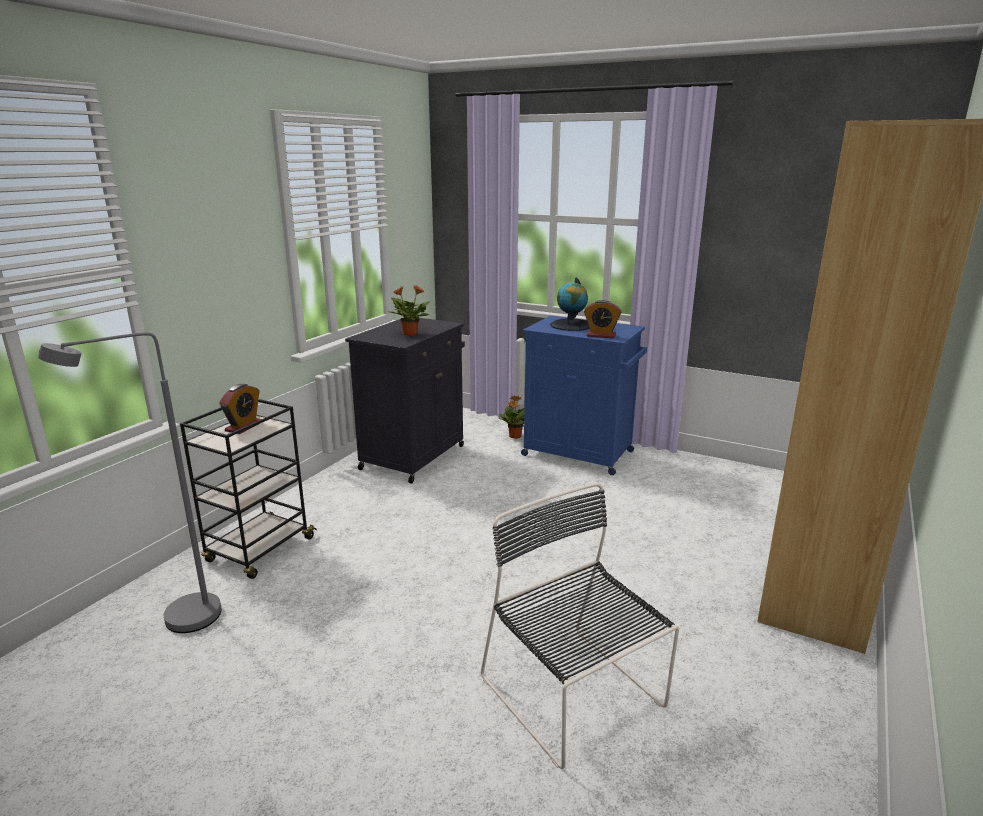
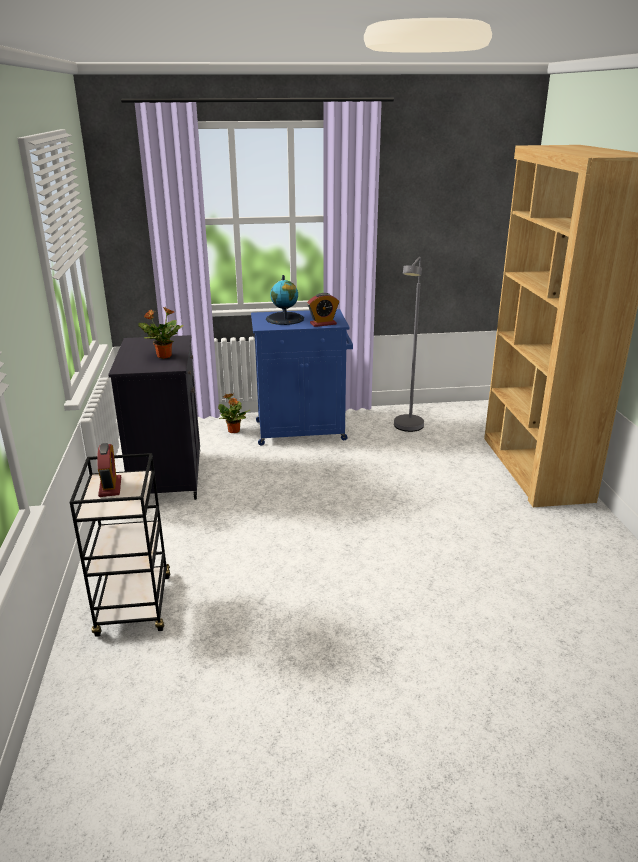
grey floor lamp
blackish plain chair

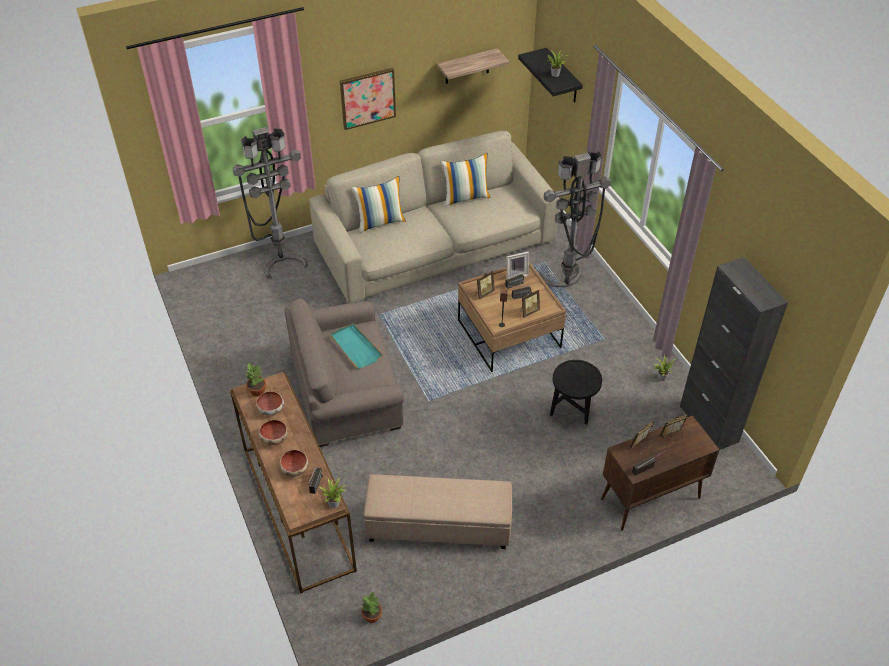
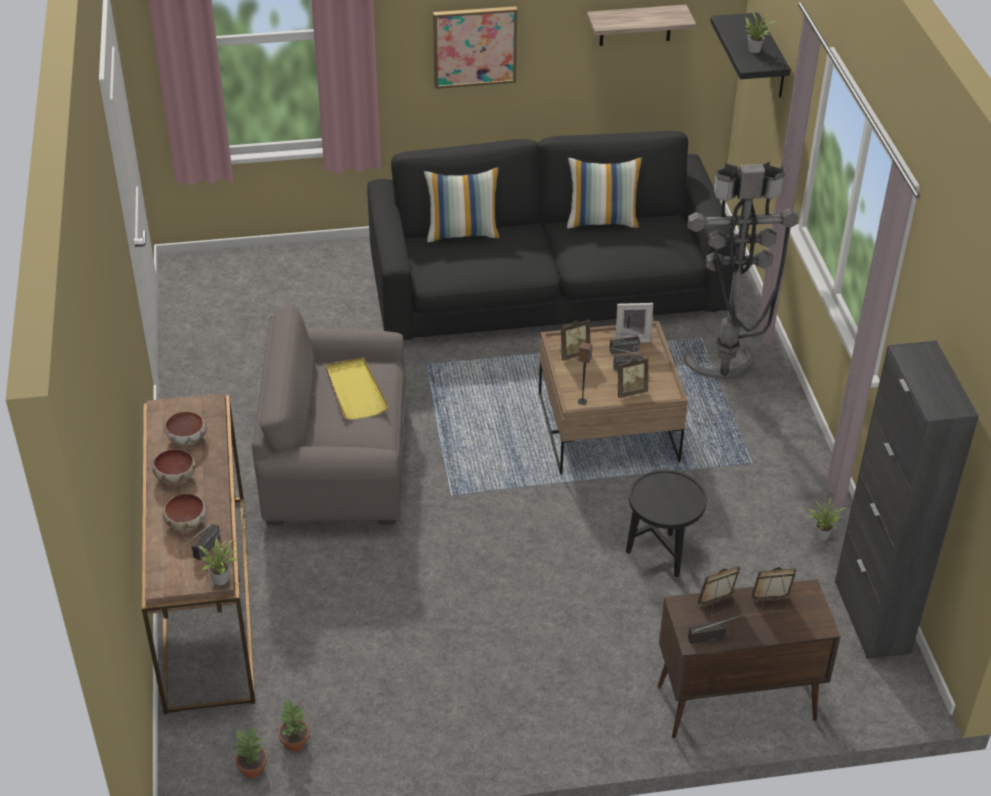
potted plant (3rd from left)
yellowish serving tray
blackish couch
grey floor lamp (1st from left in the first image)
beige pouffe

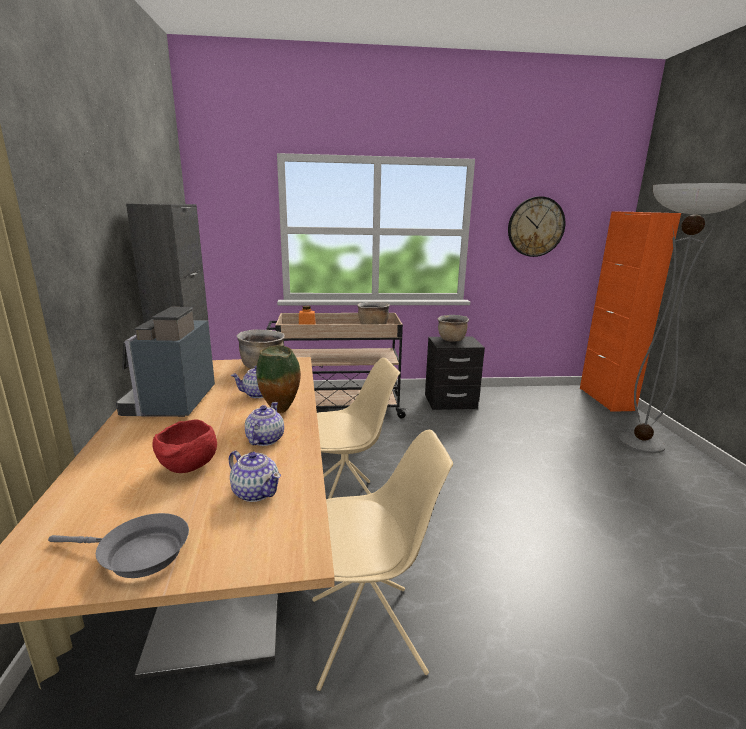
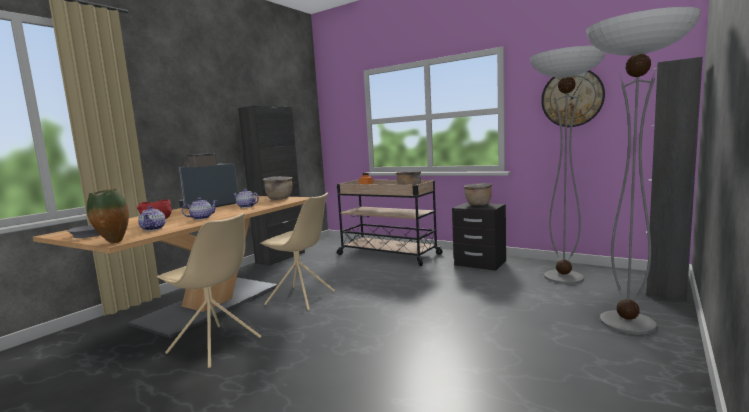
flower vase
floor lamp (1st from left)
blackish storage cabinet (2nd from left)

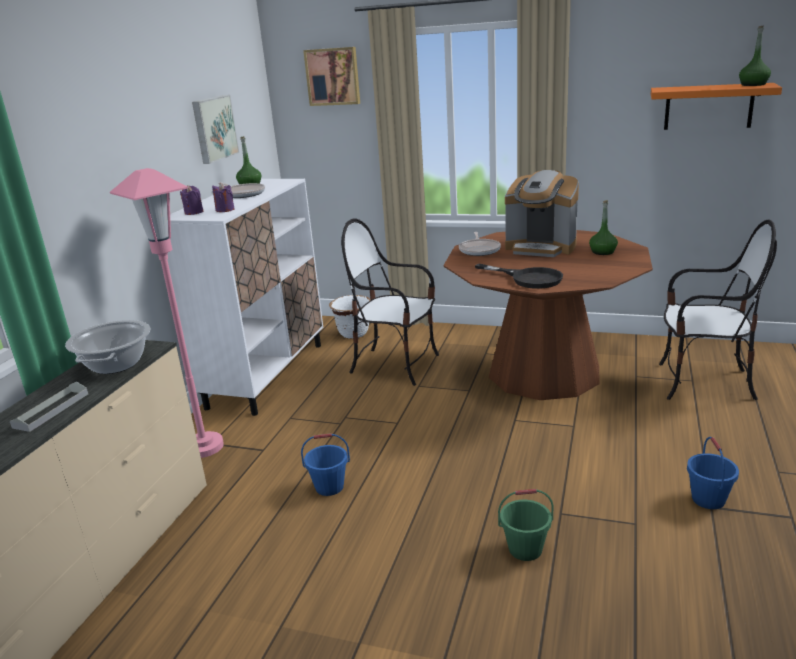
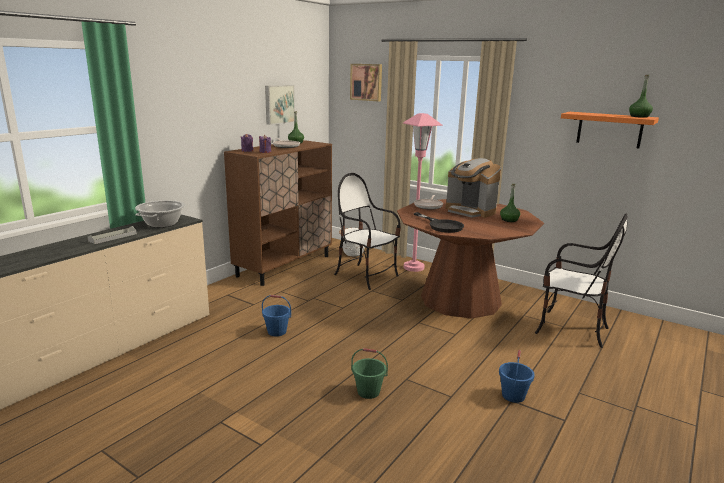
brownish storage cabinet
pinkish floor lamp

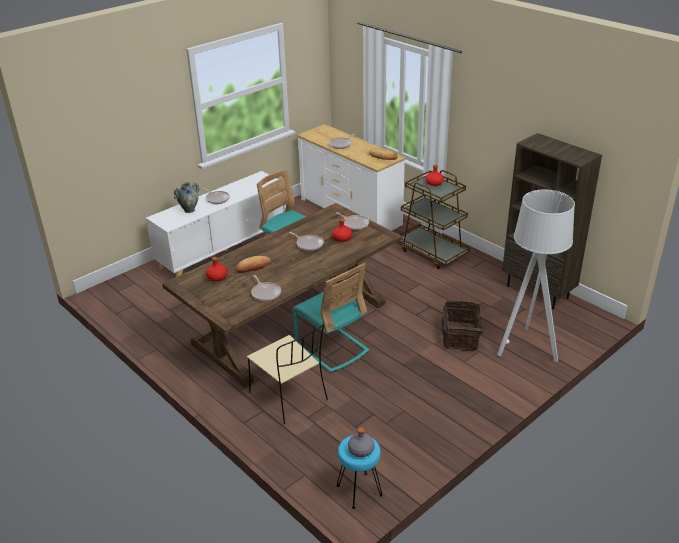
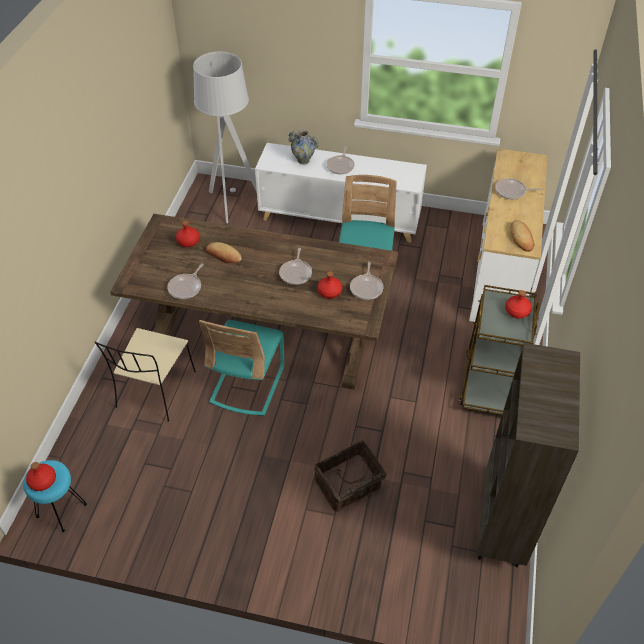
red-coloured bottle (1st from left)
grey floor lamp

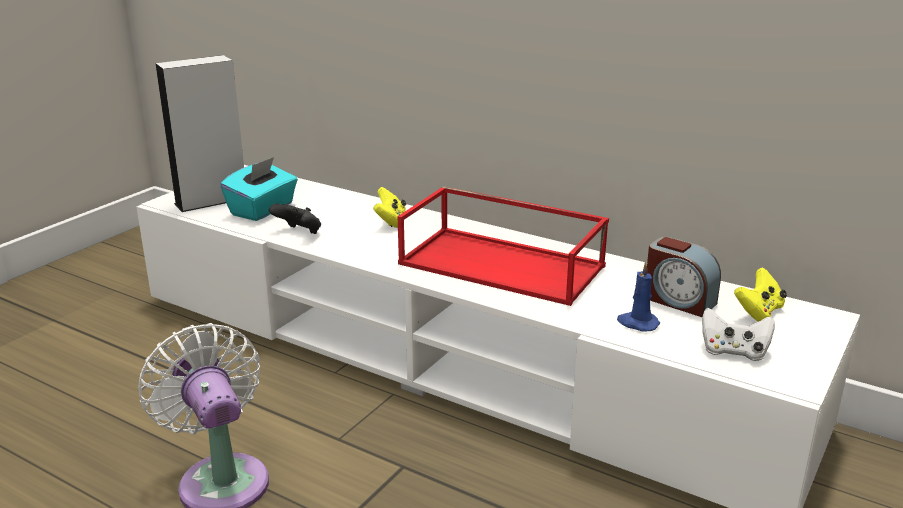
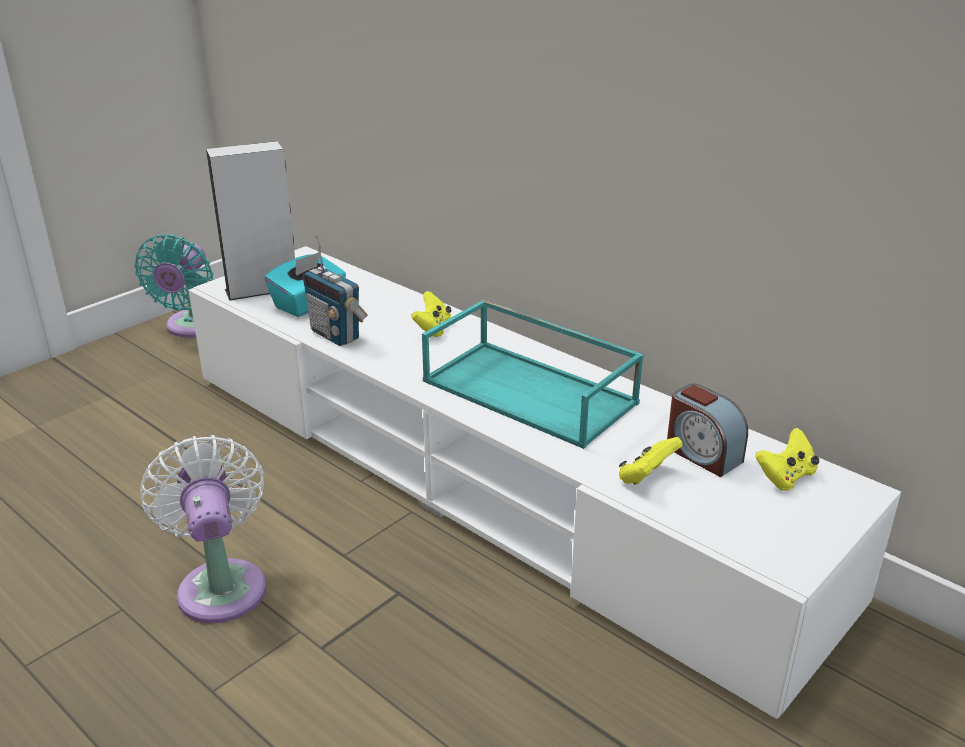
turquoise fan
radio set
turquoise serving tray
yellowish joypad (2nd from left)
white joypad

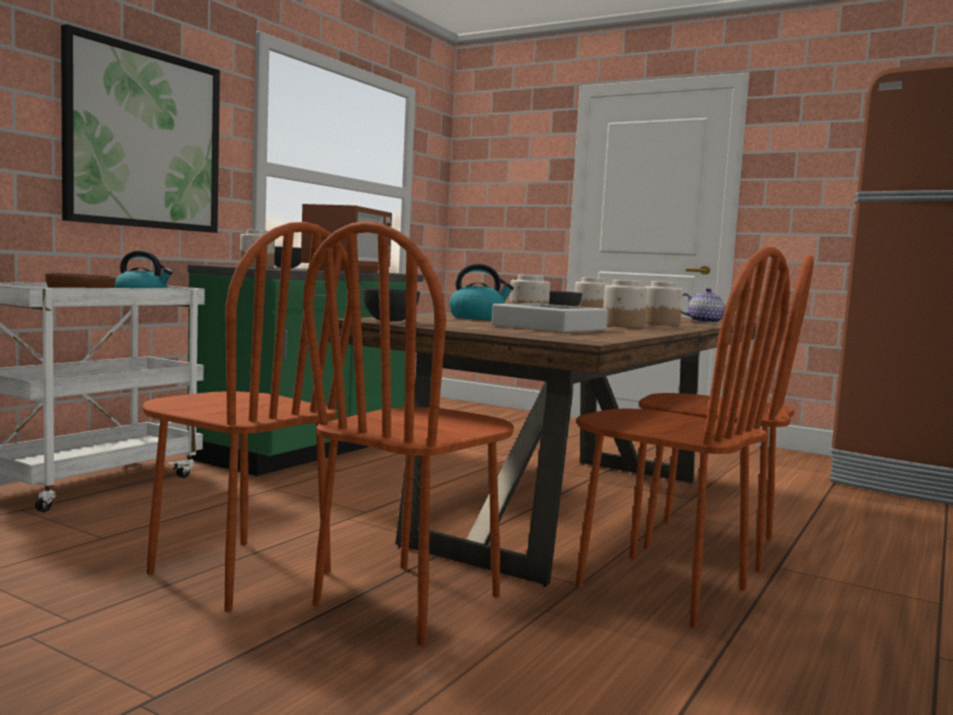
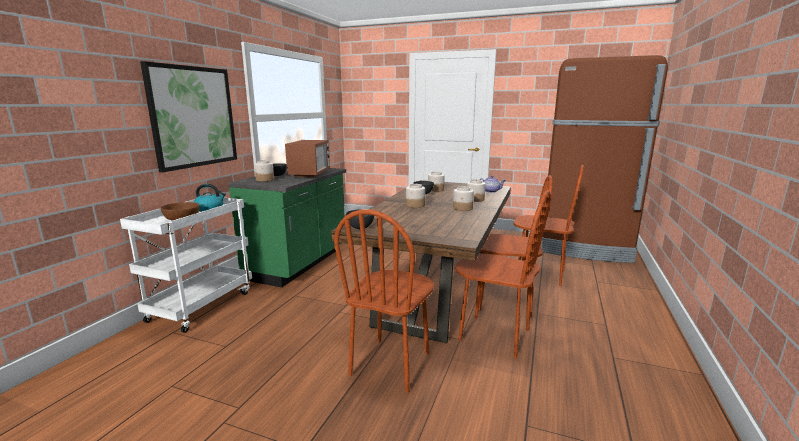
brownish plain chair (4th from left)
water kettle (2nd from left in the first image)
grey serving tray

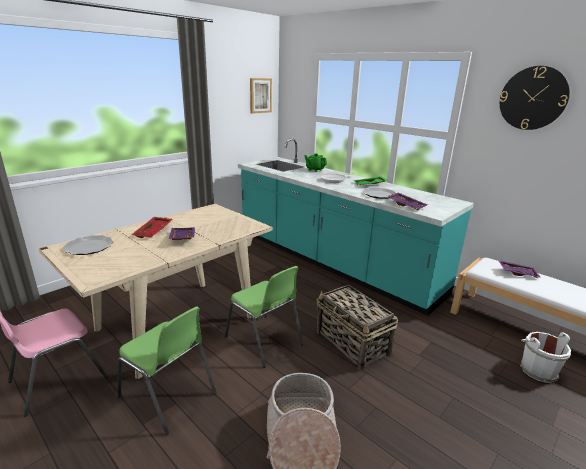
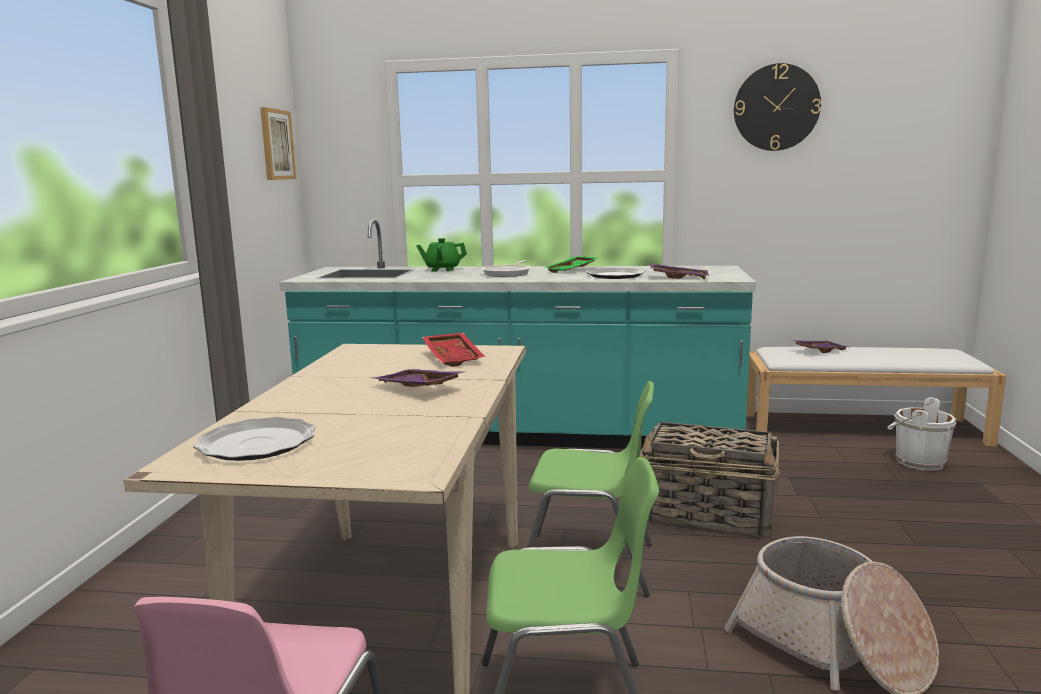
red-coloured serving tray

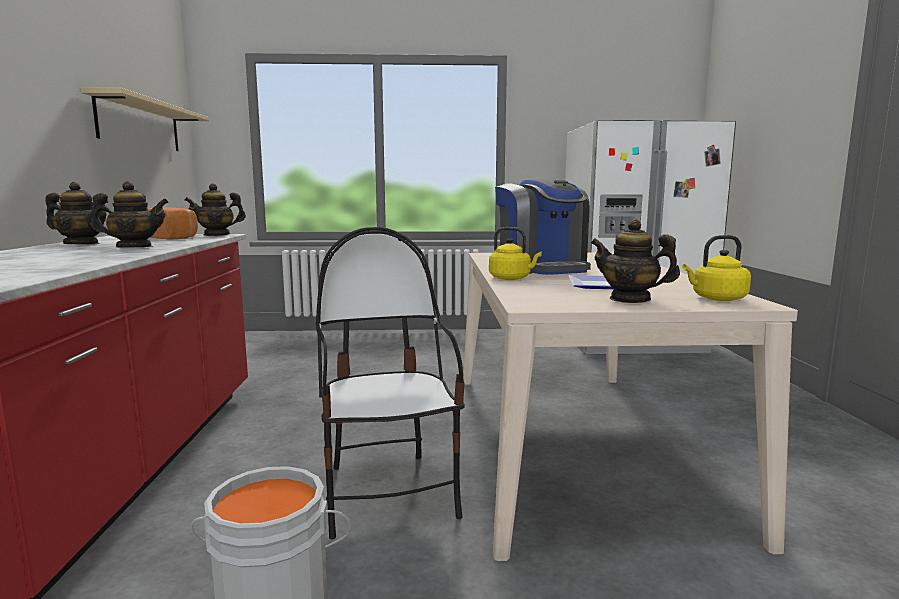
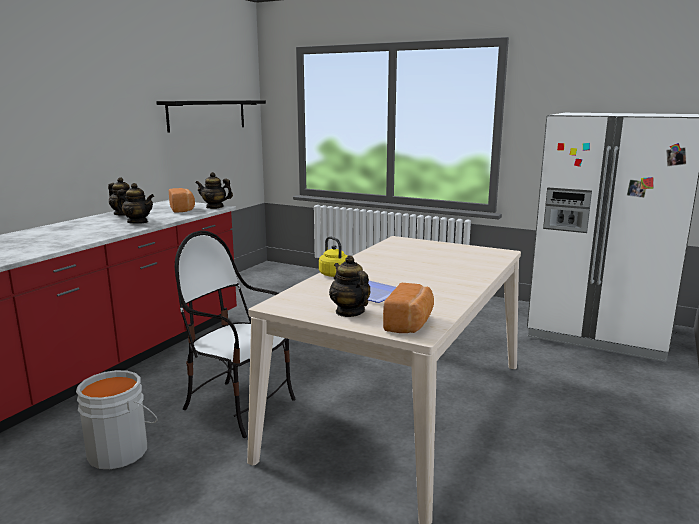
blackish bracket shelf
plain chair
bakery bread (2nd from left)
coffee brewer

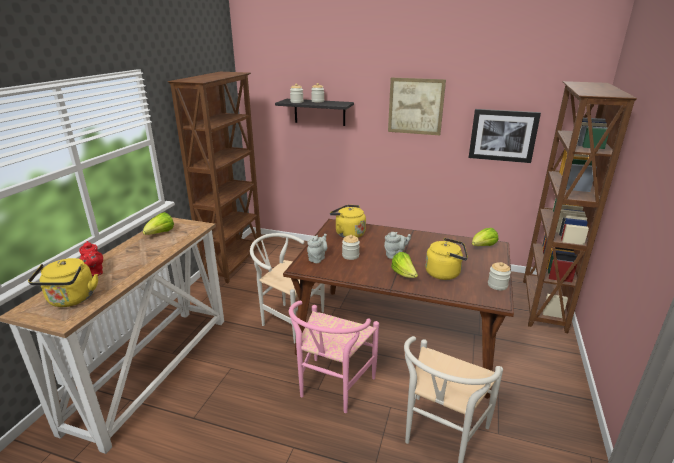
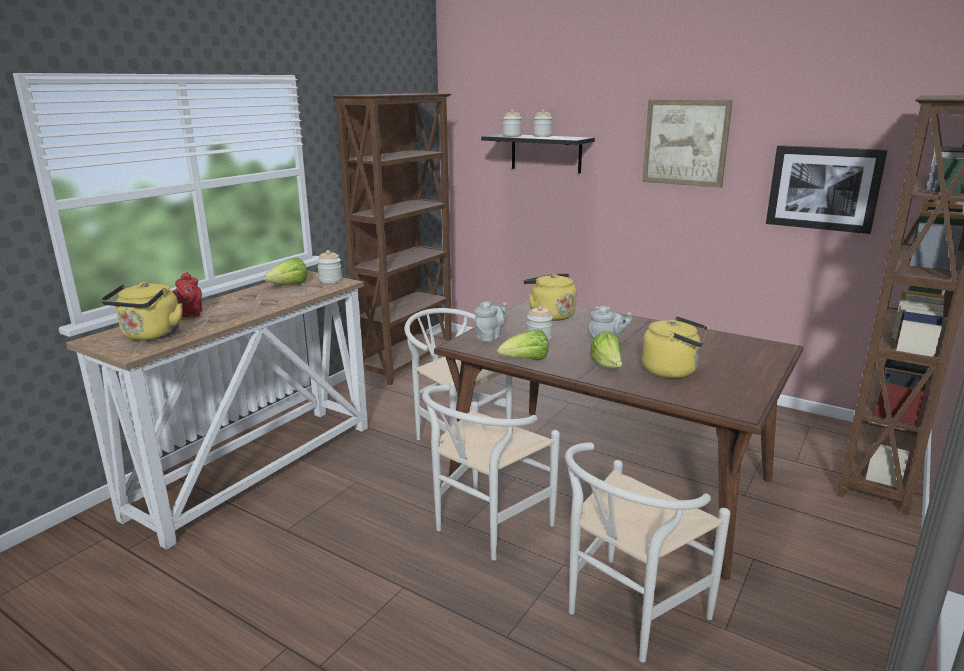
preserve jar (1st from left)
white plain chair (2nd from left)
head of lettuce (2nd from left)

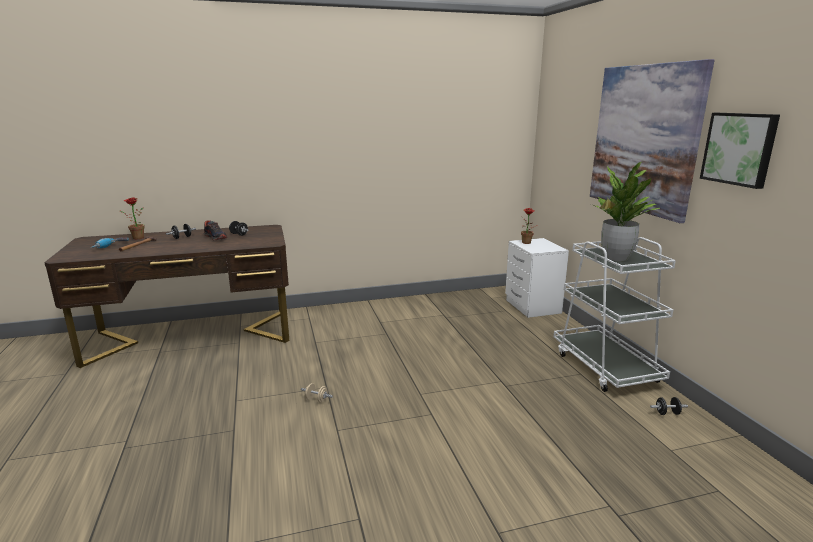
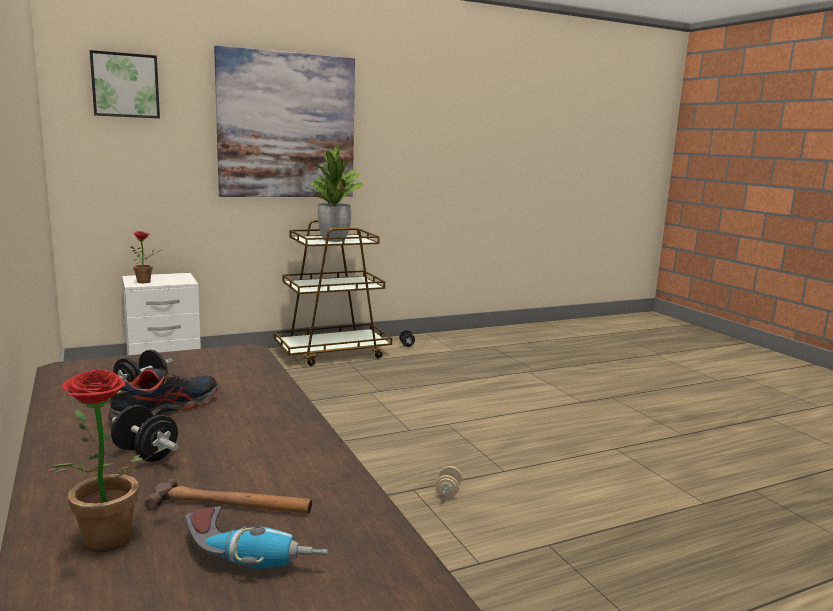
wall art (1st from left)
brownish cart

